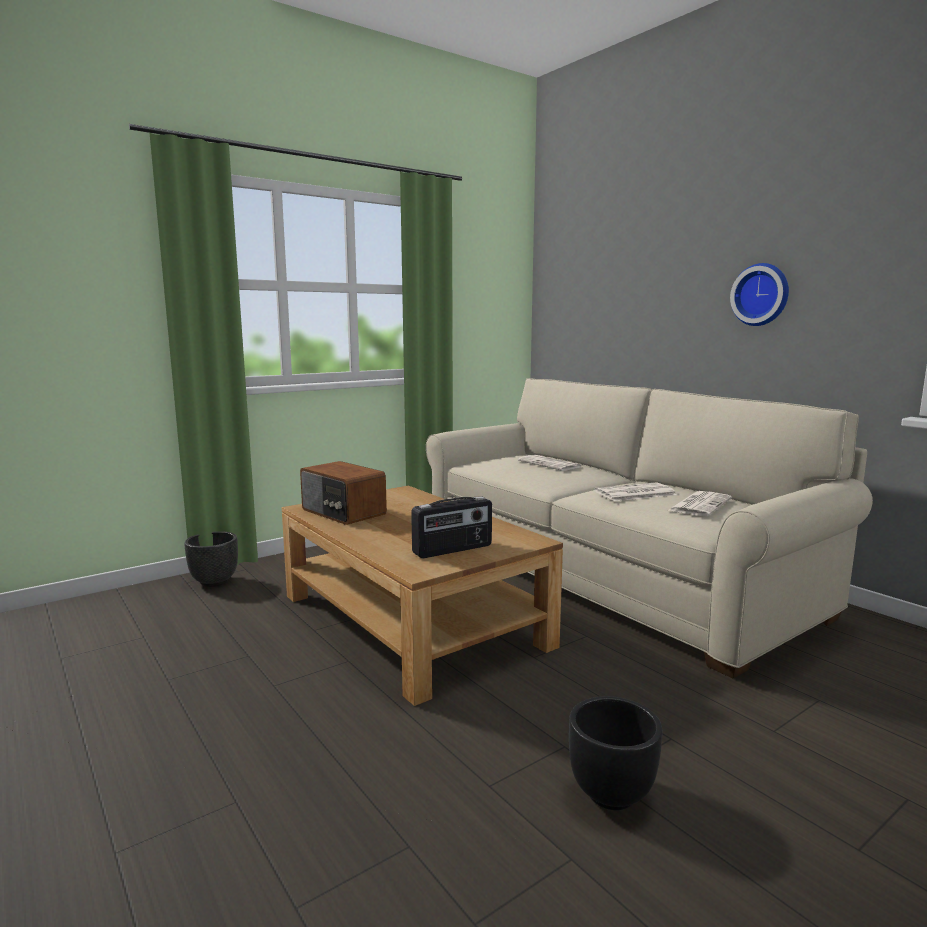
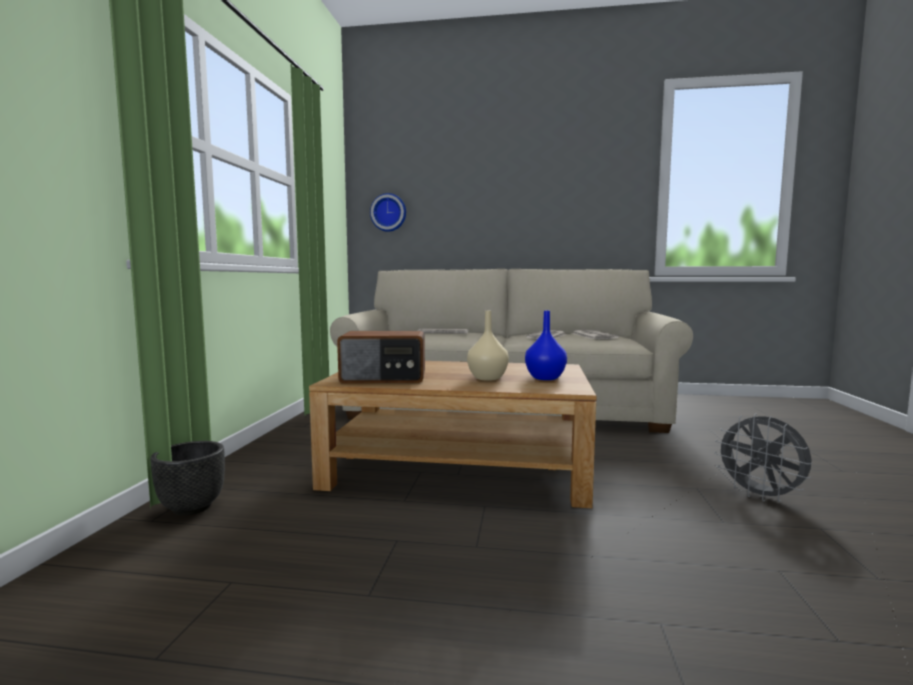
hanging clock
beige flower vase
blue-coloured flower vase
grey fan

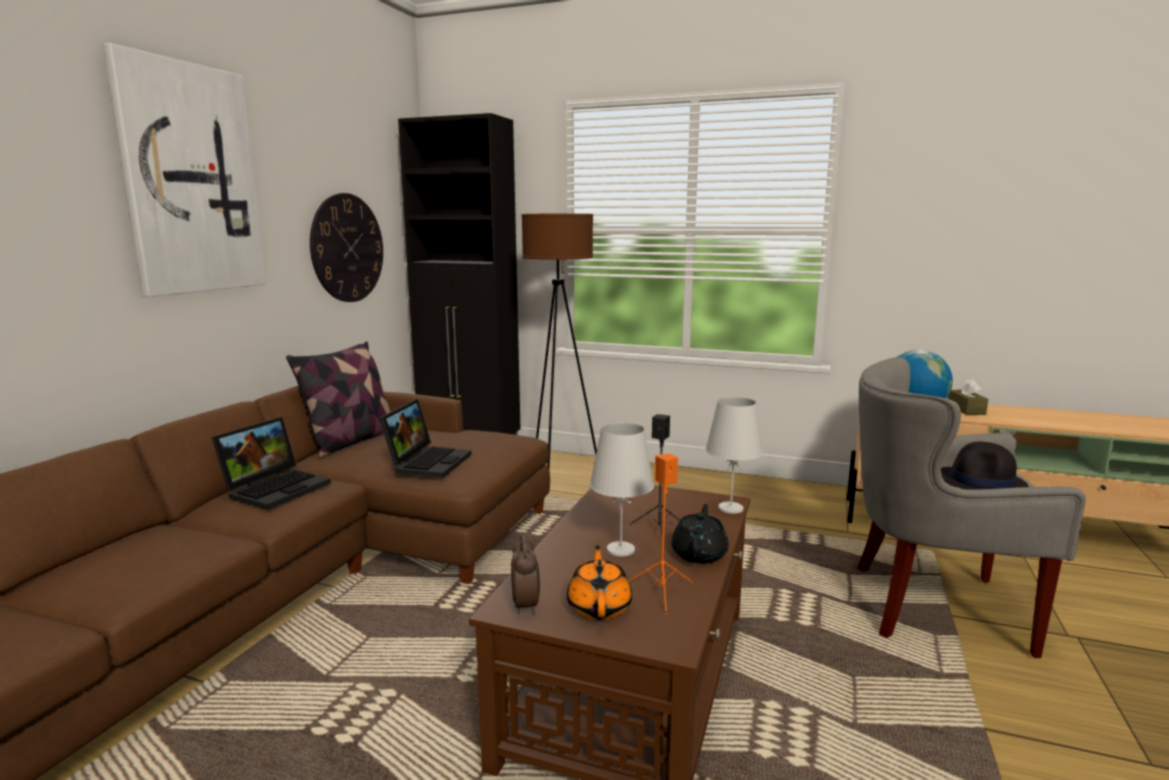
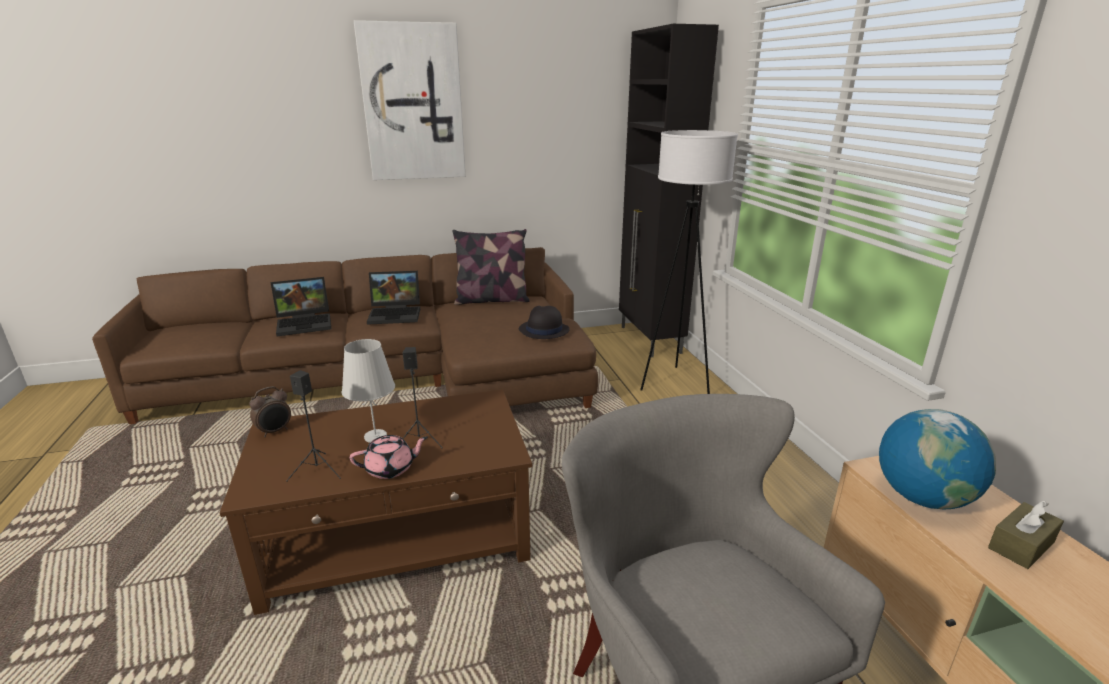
notebook computer (1st from left)
blackish speaker (1st from left)
pinkish pot for tea
blackish clothing hat
white floor lamp
hanging clock
orange pot for tea
white lamp for a table (2nd from left in the first image)

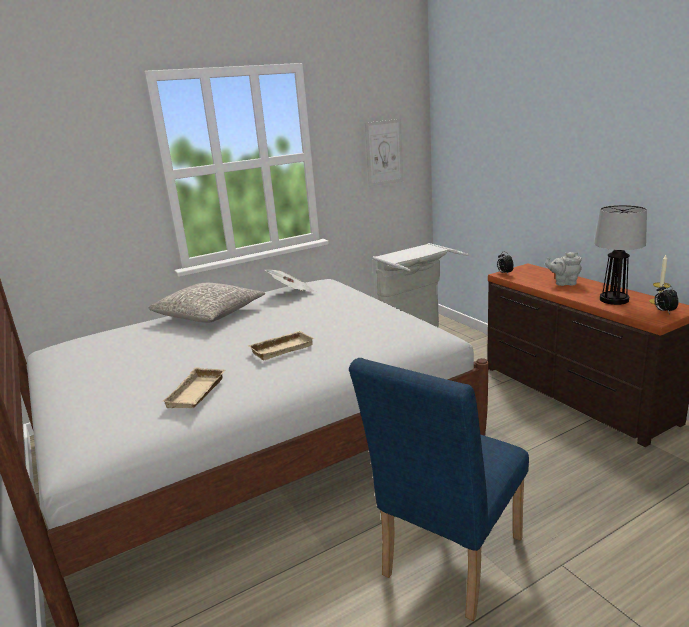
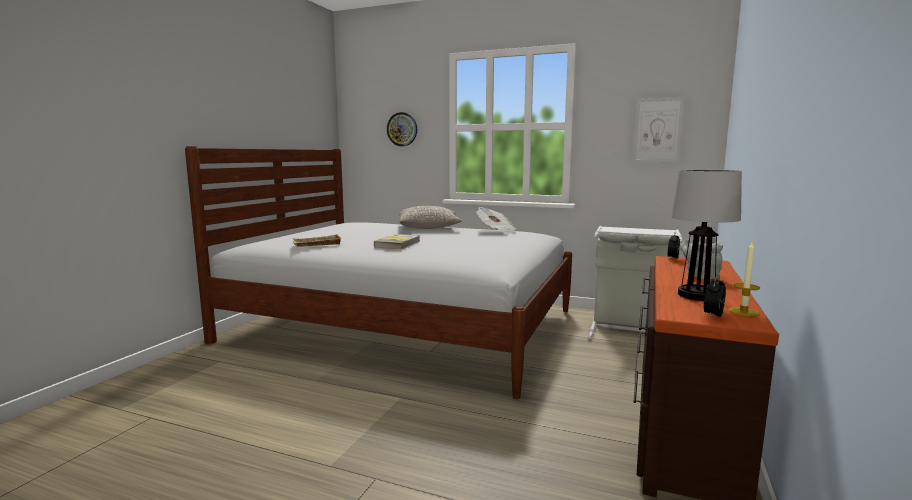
volume
hanging clock
blue-coloured plain chair

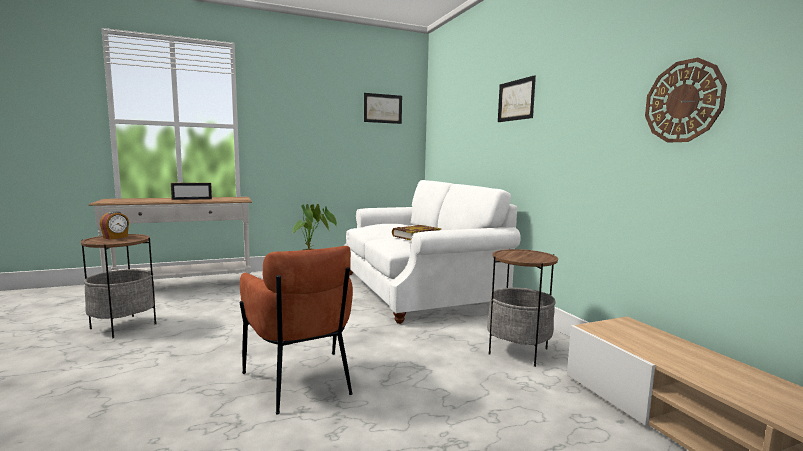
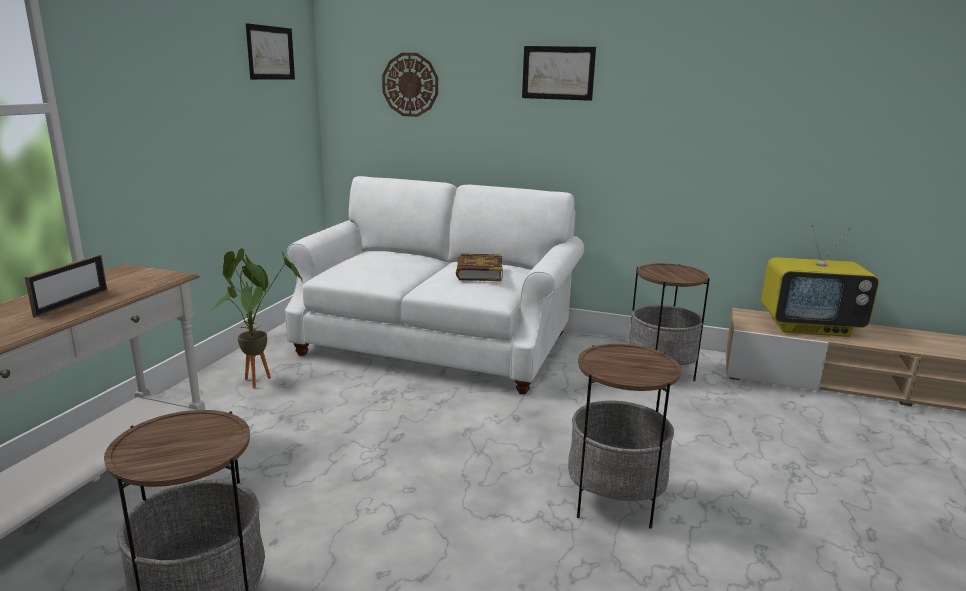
hanging clock
accent table (2nd from left)
TV
table clock

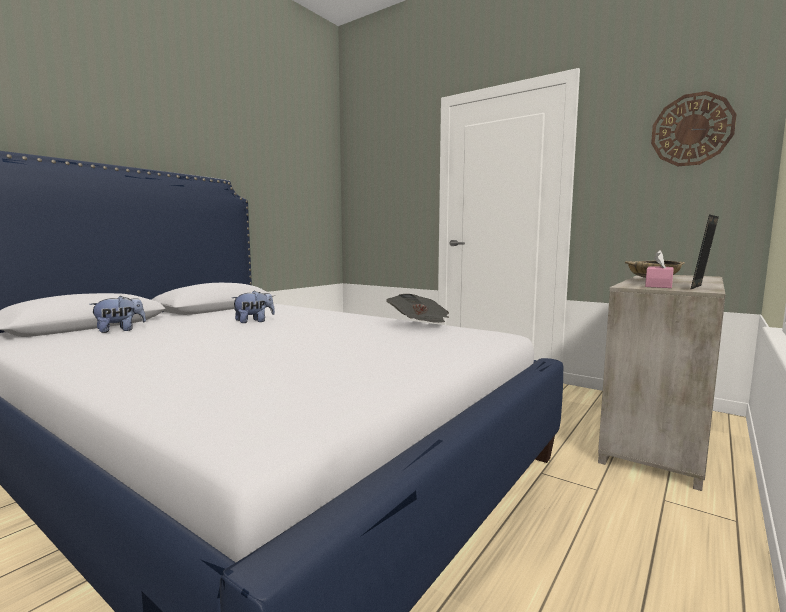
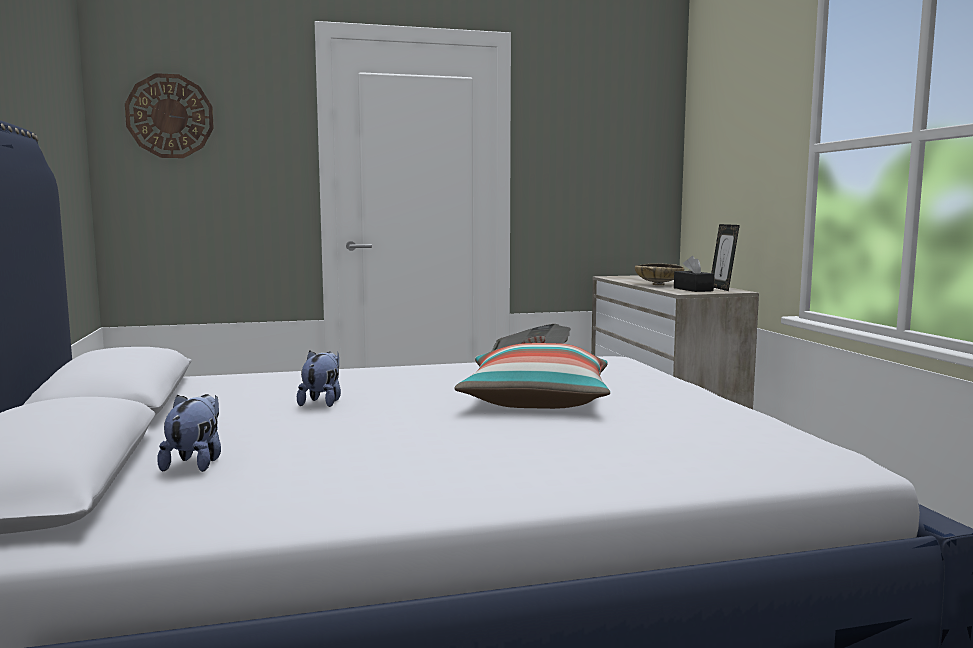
hanging clock
throw pillow
blackish tissue box

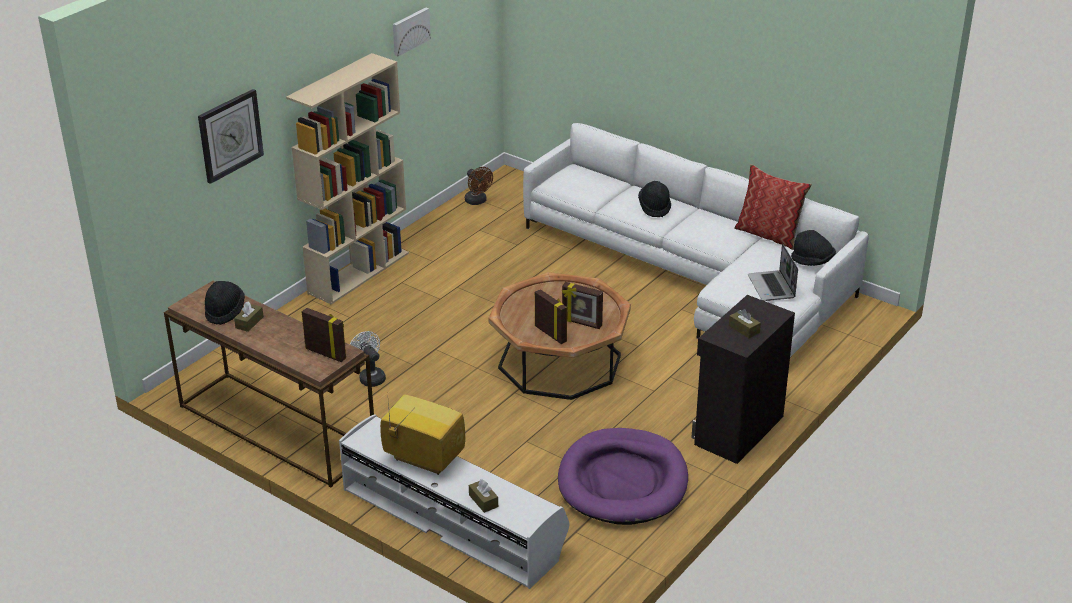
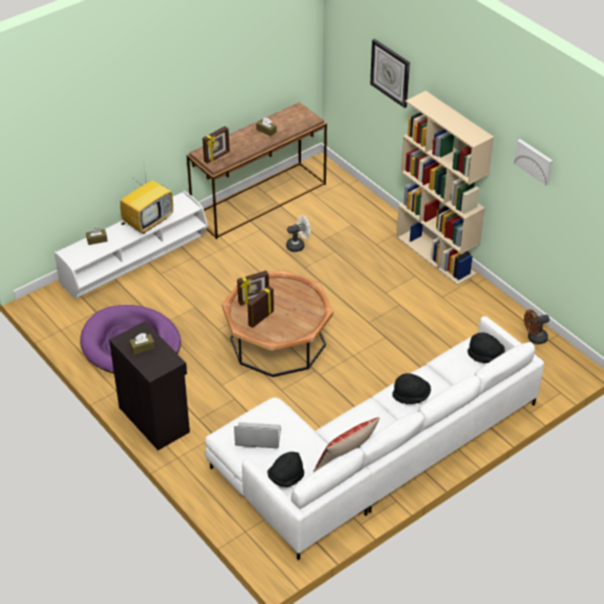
blackish clothing hat (3rd from left)

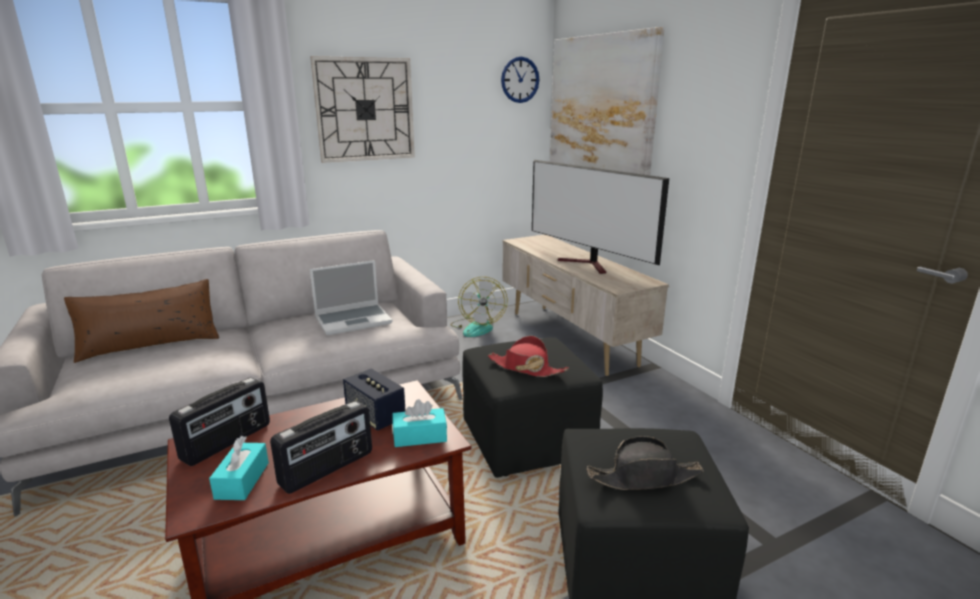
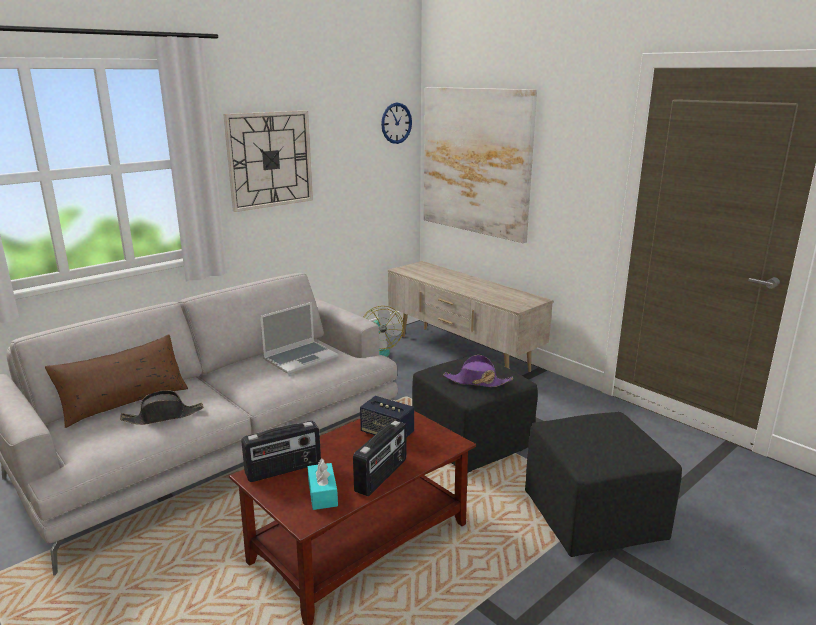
blackish clothing hat
radio set (1st from left)
purple-coloured clothing hat
turquoise tissue box (2nd from left in the first image)
TV

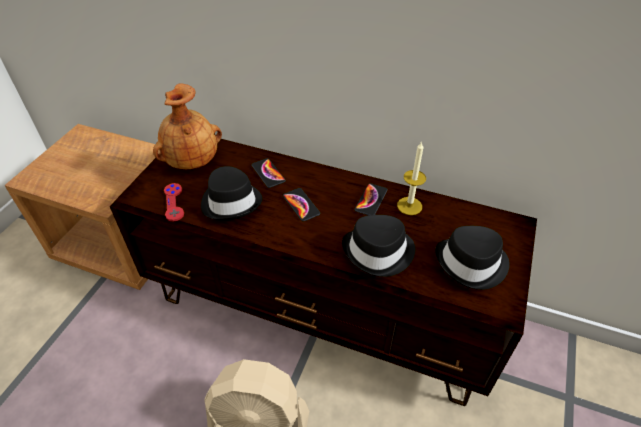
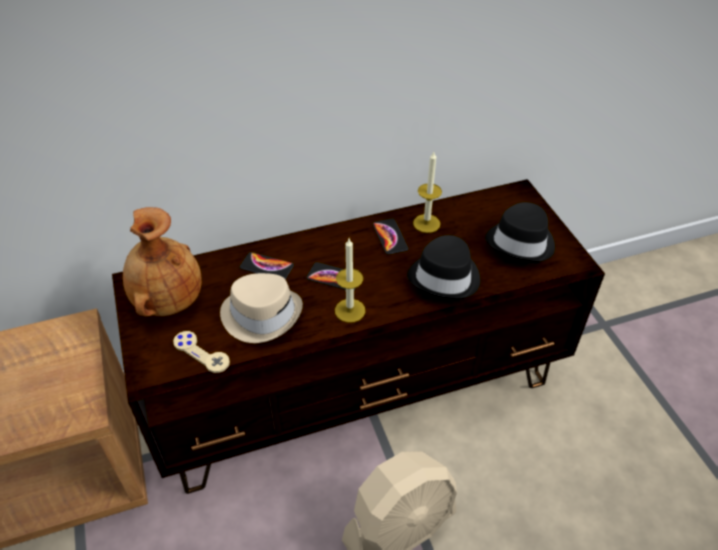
beige joypad
beige clothing hat
wax light (1st from left)

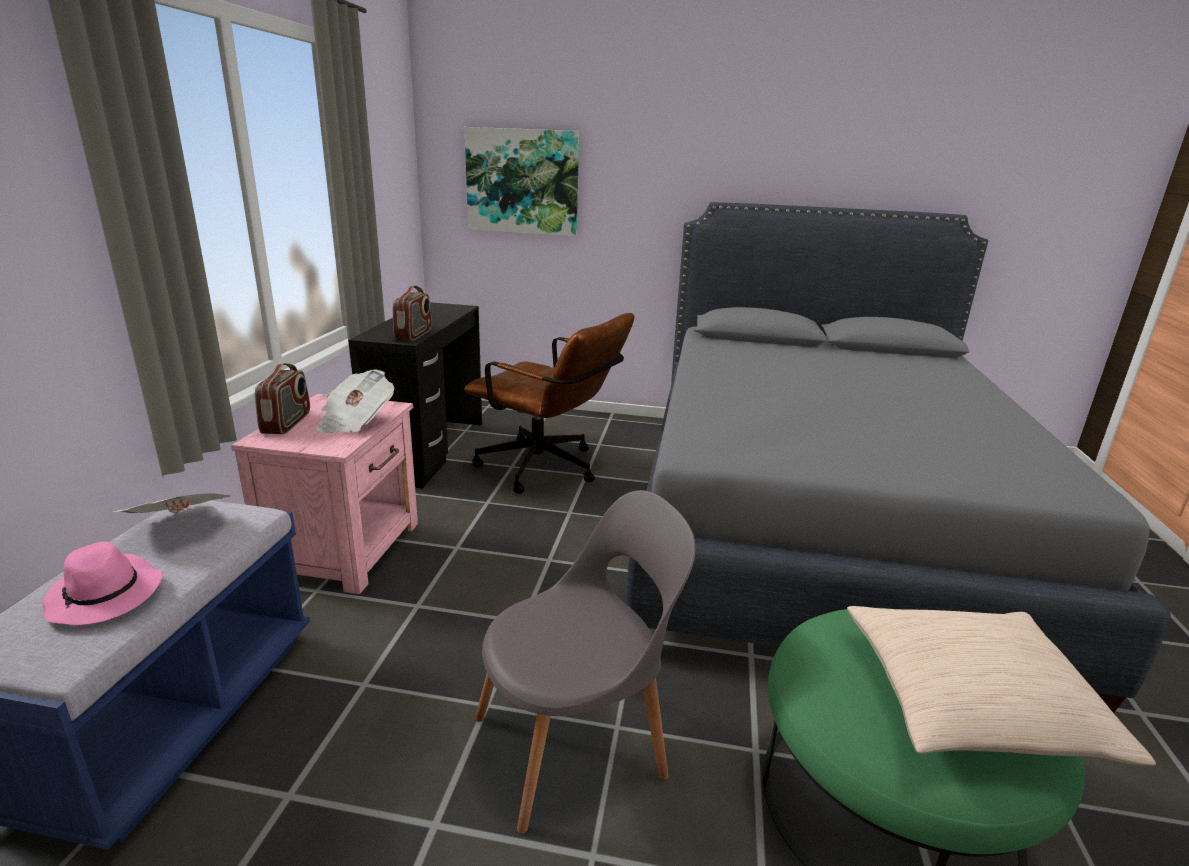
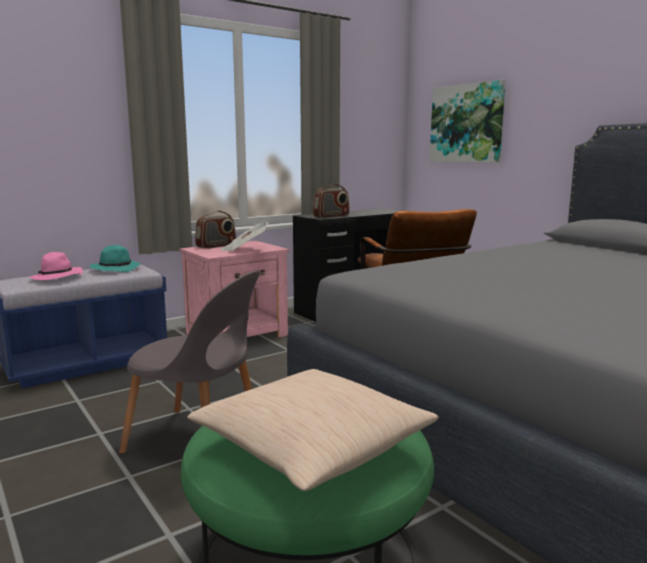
turquoise clothing hat

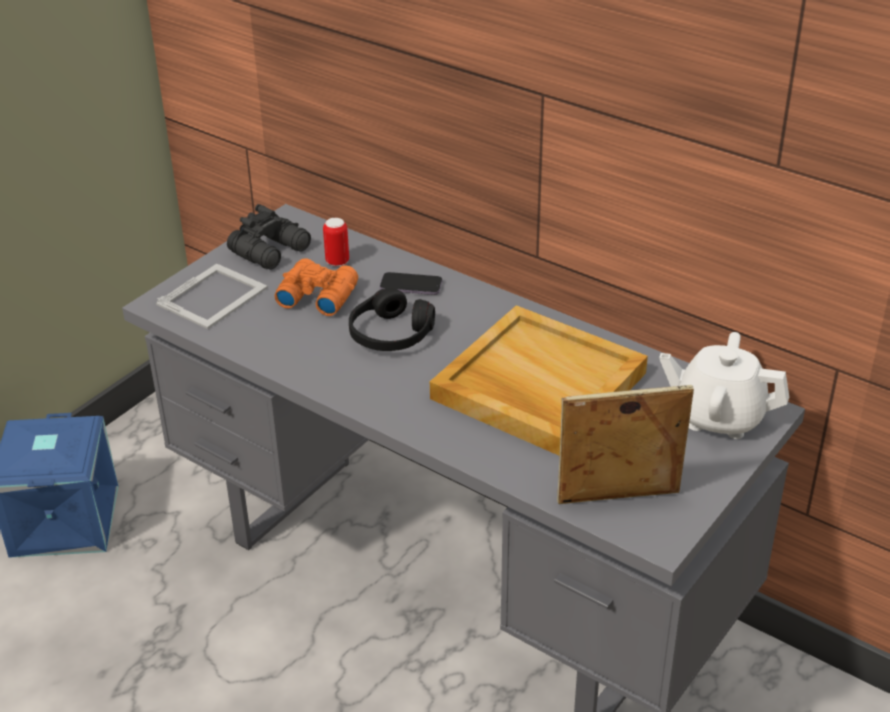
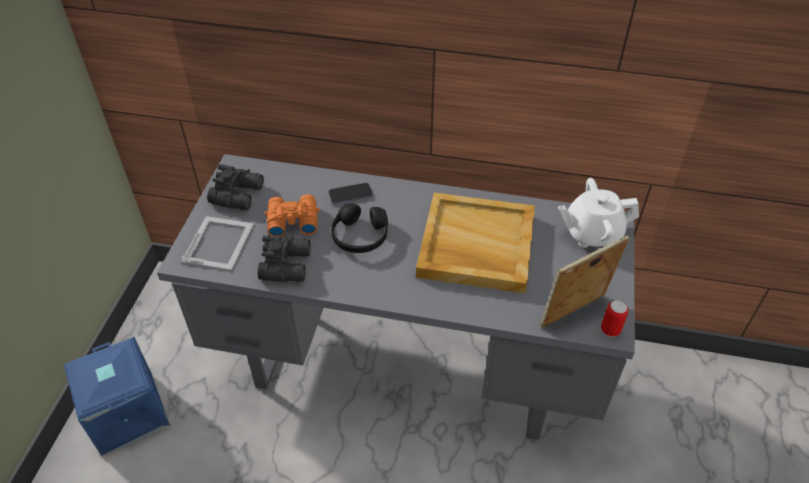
blackish field glasses (2nd from left)
sealed can

